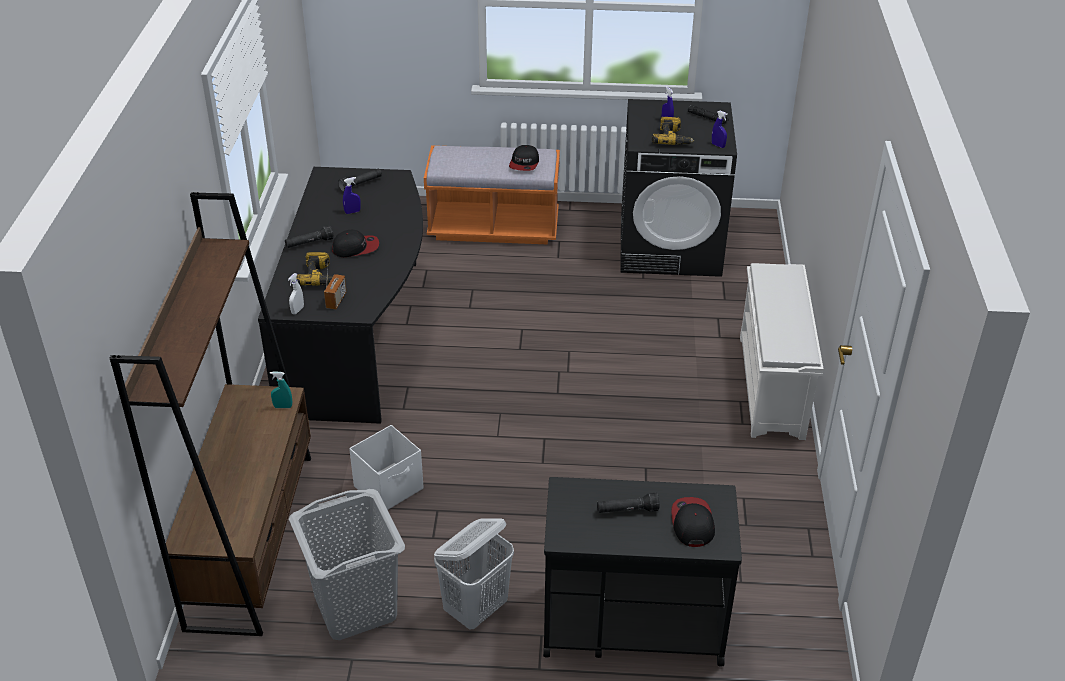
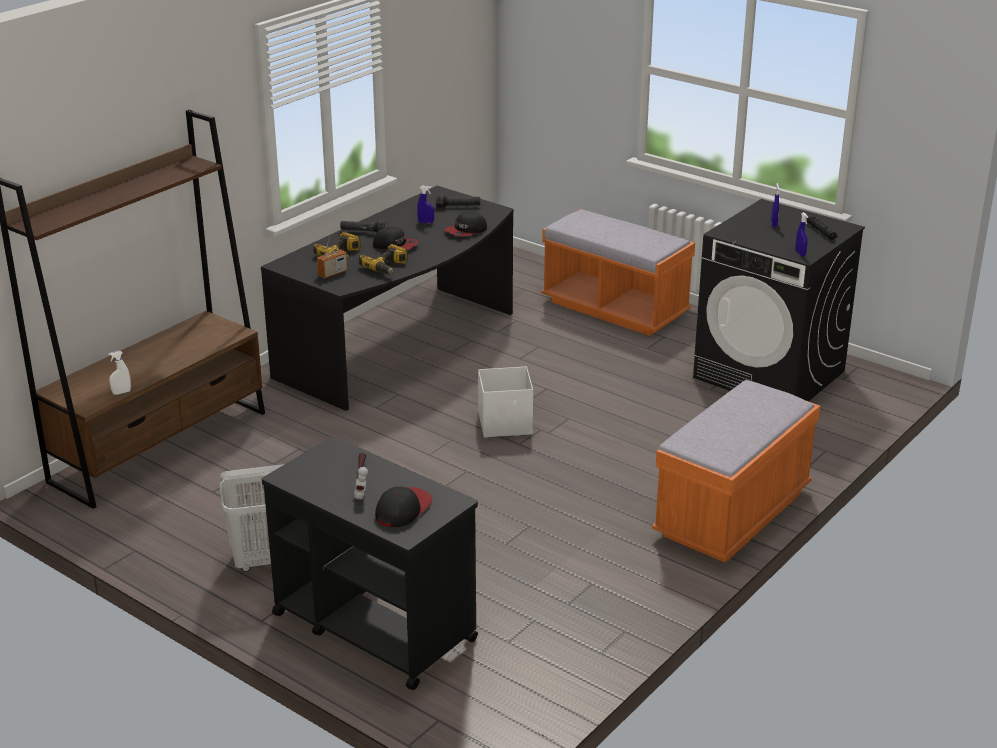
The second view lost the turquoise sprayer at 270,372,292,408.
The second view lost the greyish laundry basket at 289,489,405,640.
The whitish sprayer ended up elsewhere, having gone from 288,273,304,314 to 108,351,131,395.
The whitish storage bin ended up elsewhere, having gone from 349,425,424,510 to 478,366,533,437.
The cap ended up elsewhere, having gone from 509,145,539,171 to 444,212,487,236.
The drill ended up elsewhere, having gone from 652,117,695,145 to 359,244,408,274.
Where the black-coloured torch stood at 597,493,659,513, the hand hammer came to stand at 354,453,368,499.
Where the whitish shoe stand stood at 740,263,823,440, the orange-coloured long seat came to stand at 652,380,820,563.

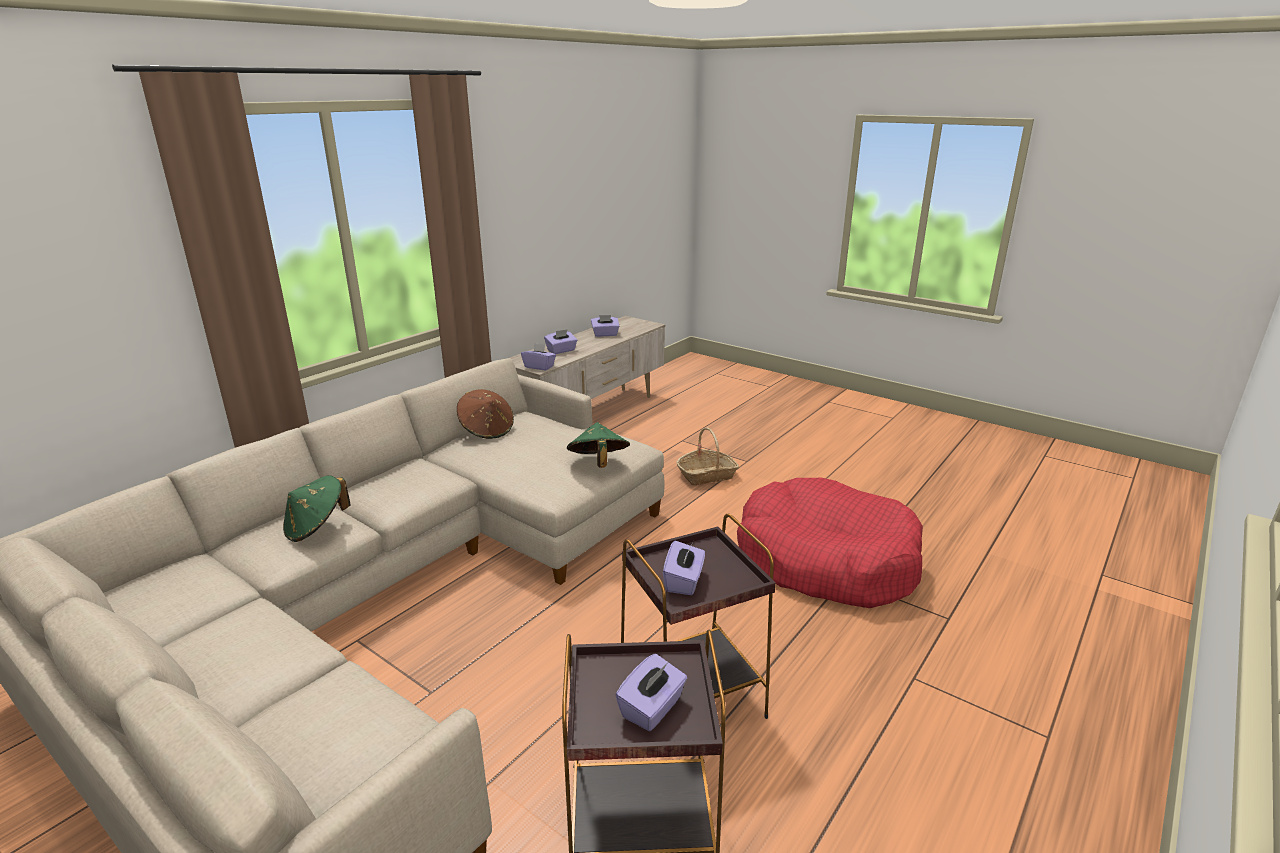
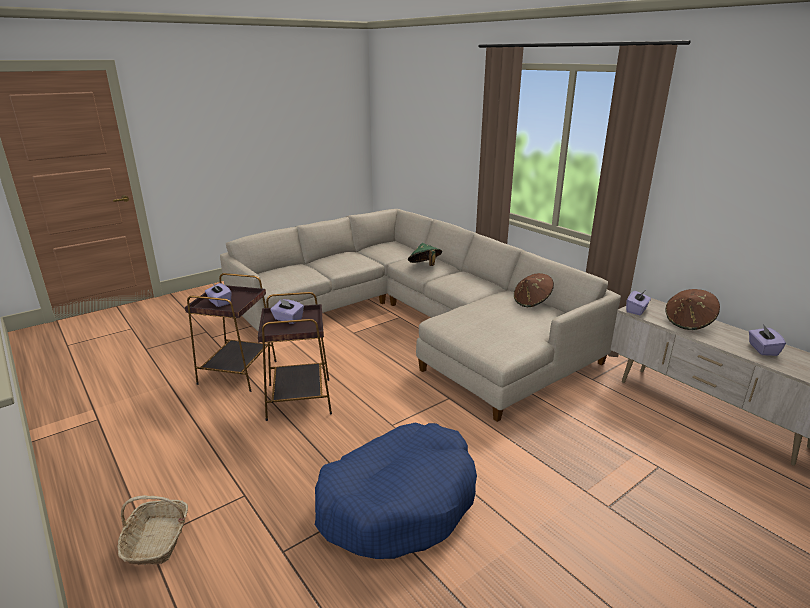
The second view lost the green wearable hat at 567,422,630,468.
The storage basket ended up elsewhere, having gone from 677,427,739,485 to 117,495,188,565.
Where the purple box of tissues stood at 544,329,577,354, the brown-coloured wearable hat came to stand at 665,289,720,330.
What was the red-coloured dog bed at 737,478,923,608 turned into the bluish dog bed at 315,423,477,559.

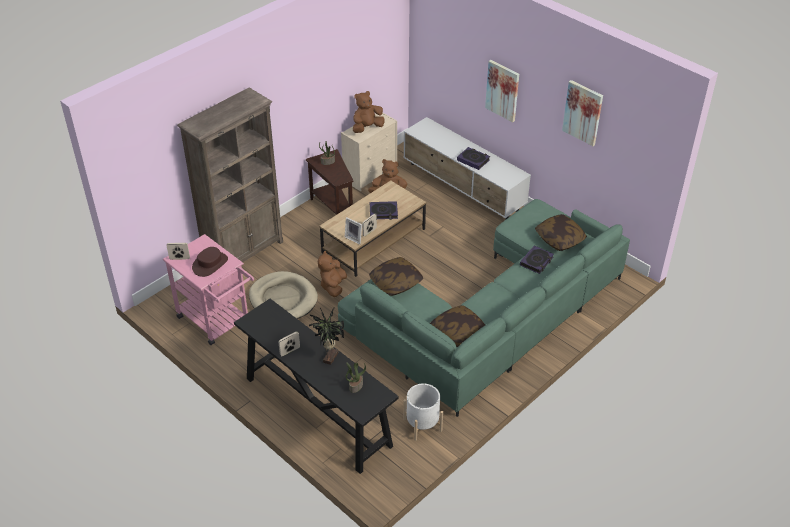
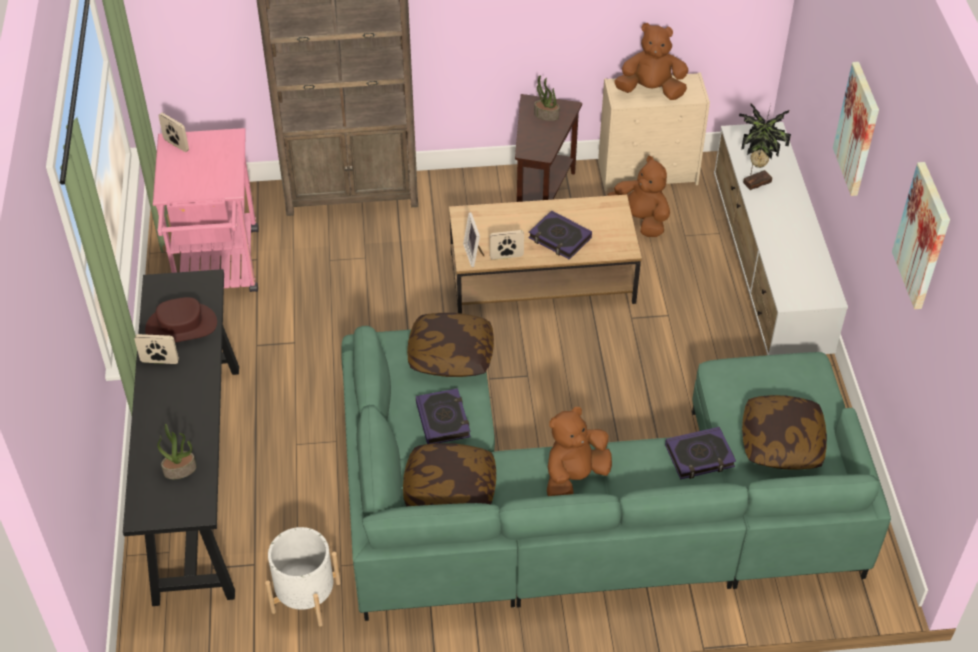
The second view lost the beige-coloured dog bed at 249,271,318,319.
The brown-coloured wearable hat ended up elsewhere, having gone from 192,247,228,277 to 145,297,217,343.
The plant in a pot ended up elsewhere, having gone from 309,307,344,365 to 739,103,791,190.
The brown-coloured cuddly toy ended up elsewhere, having gone from 318,251,347,297 to 547,407,612,496.
The bound book ended up elsewhere, having gone from 457,147,490,170 to 416,388,471,444.

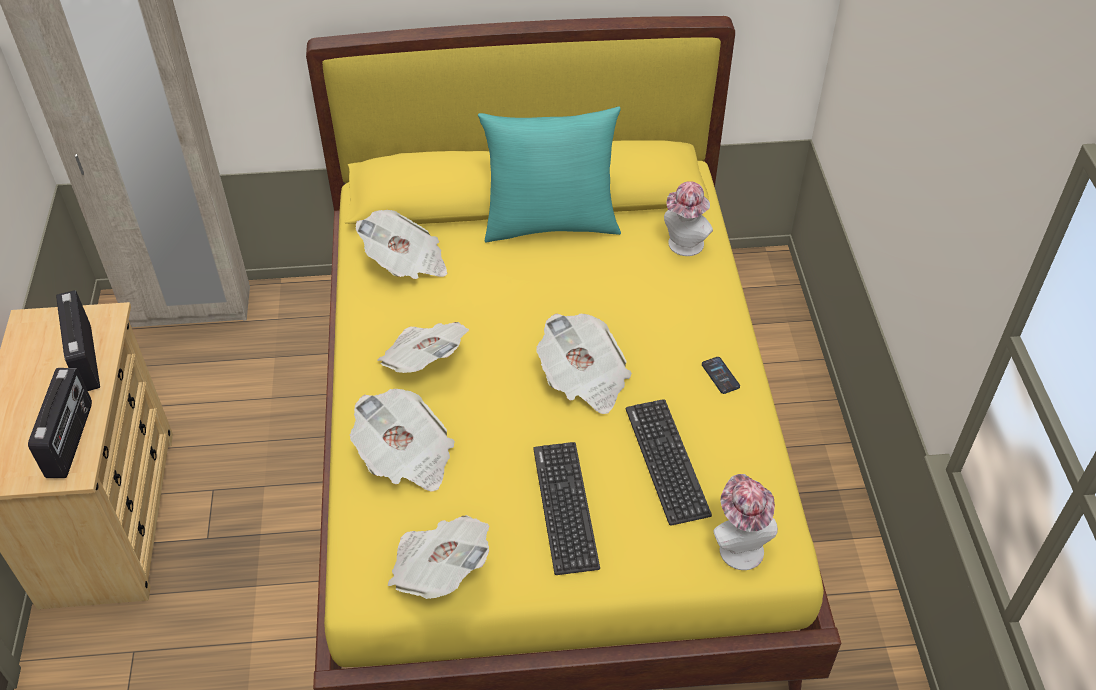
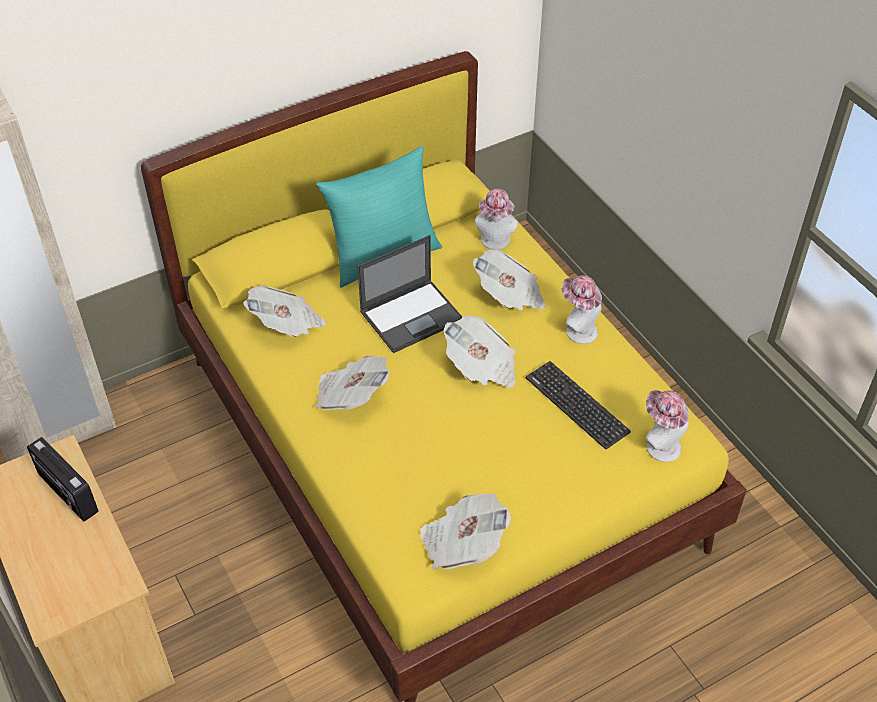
The second view lost the radio set at 28,368,92,478.
The second view lost the PC keyboard at 533,442,600,575.
The second view gained the notebook computer at 357,235,462,353.
The daily paper ended up elsewhere, having gone from 350,389,455,491 to 473,250,546,310.
Where the telephone stood at 702,357,740,394, the wearable hat came to stand at 562,275,602,344.

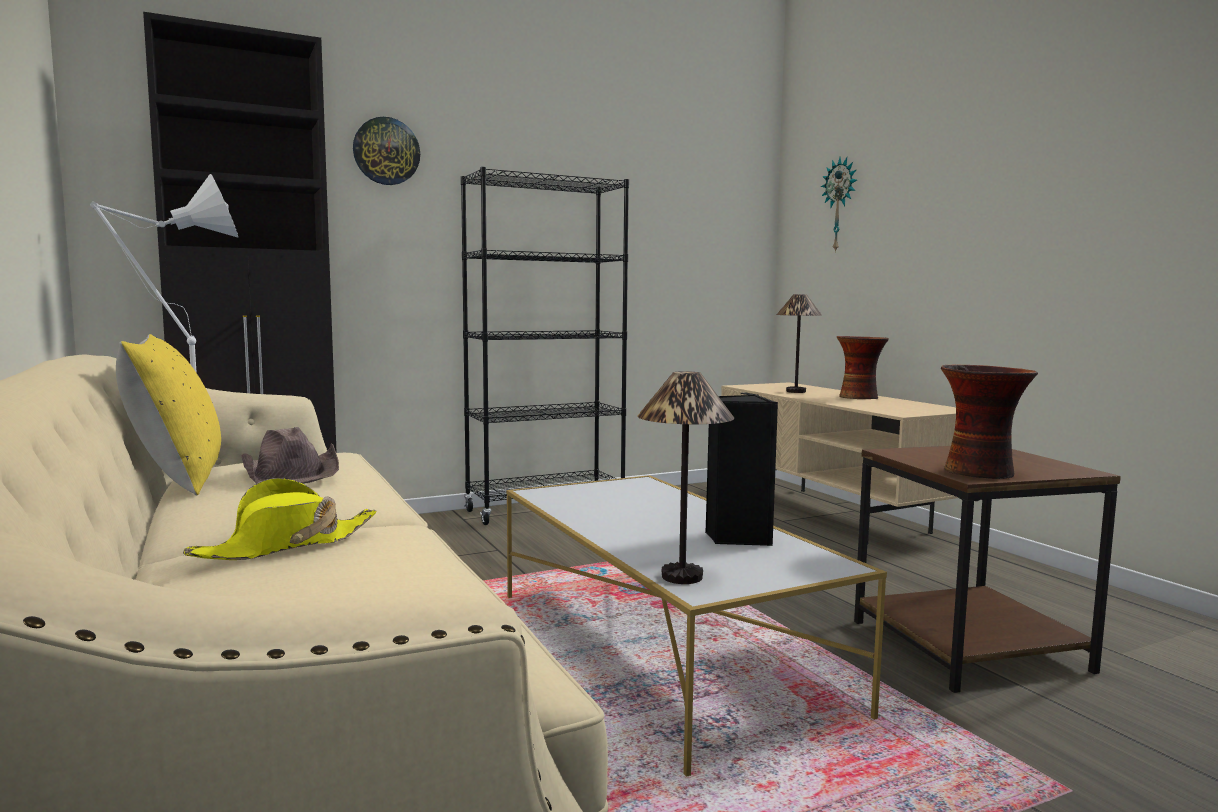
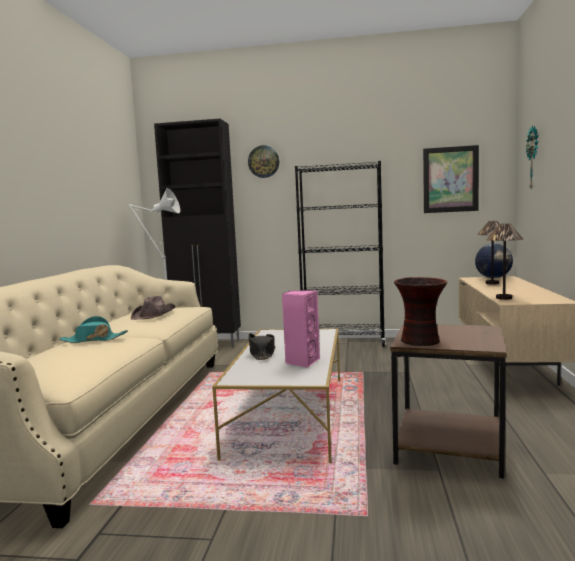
The second view lost the yellow-coloured throw pillow at 116,334,221,495.
The second view lost the vase at 837,336,889,399.
The second view gained the black-coloured wearable hat at 248,333,275,360.
The second view gained the wall picture at 423,145,479,213.
The second view gained the globe at 475,243,513,278.
The lamp for a table ended up elsewhere, having gone from 637,371,734,584 to 486,223,523,300.
What was the yellow-coloured wearable hat at 183,478,376,560 turned into the turquoise wearable hat at 59,316,128,343.
What was the black-coloured loudspeaker at 706,395,778,546 turned into the pink loudspeaker at 282,290,320,368.

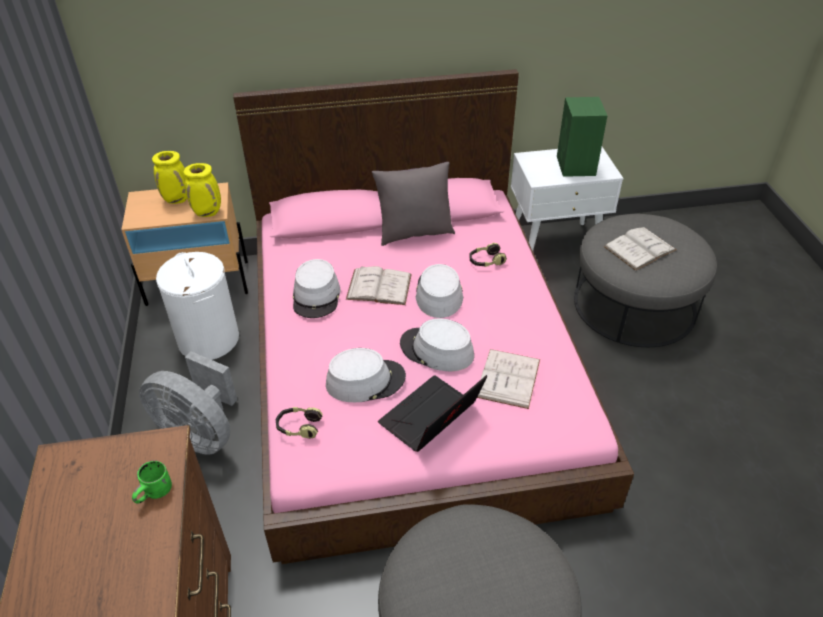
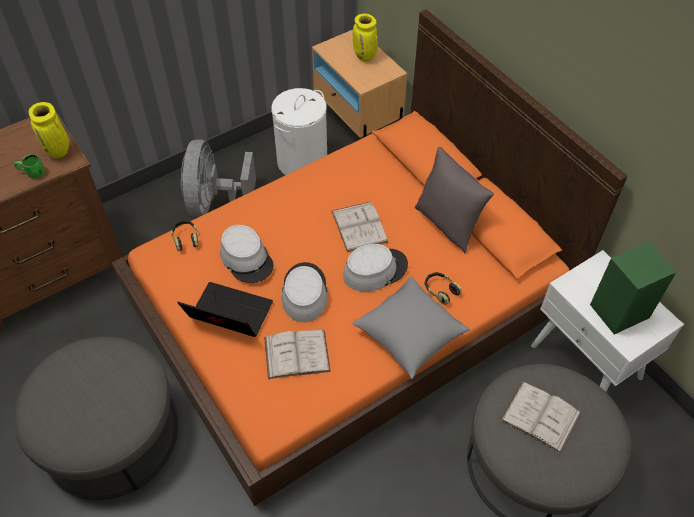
The second view lost the greyish wearable hat at 293,259,341,318.
The second view gained the greyish throw pillow at 352,276,470,379.
The yellow-coloured vase ended up elsewhere, having gone from 184,163,221,217 to 29,102,69,158.
What was the pink bedroom bed at 233,69,634,564 turned into the orange-coloured bedroom bed at 111,9,628,506.

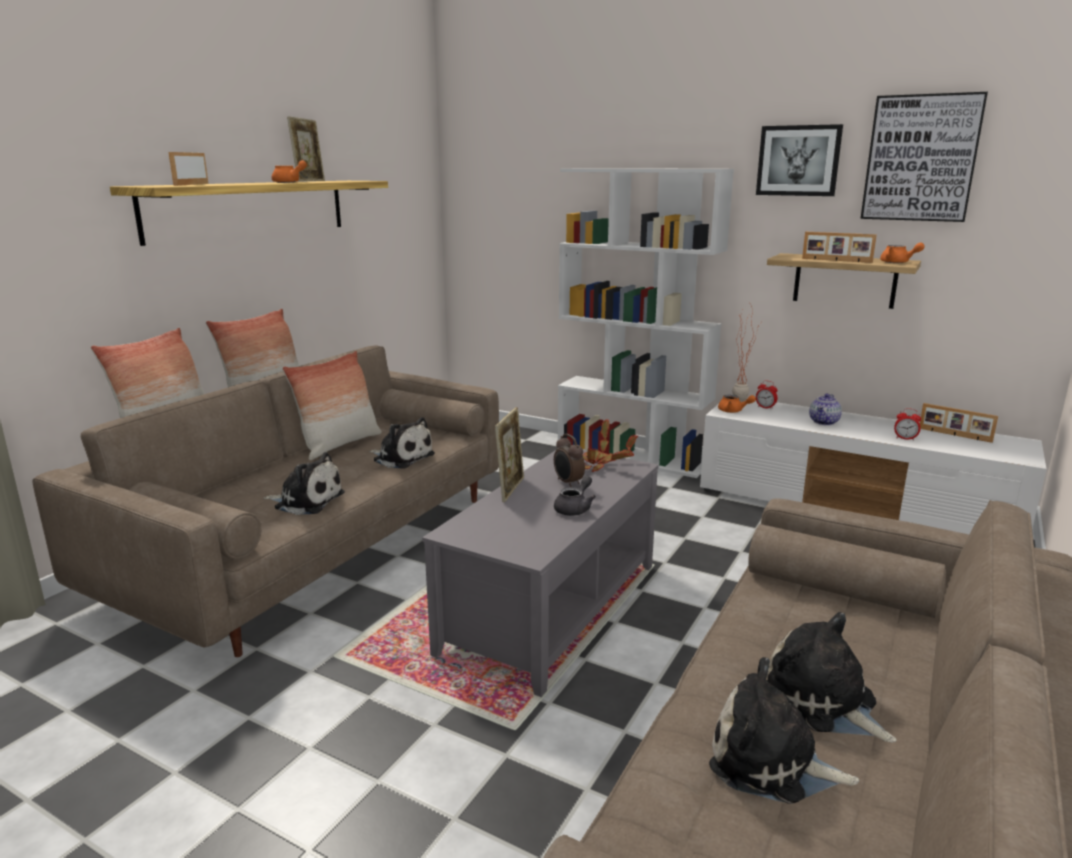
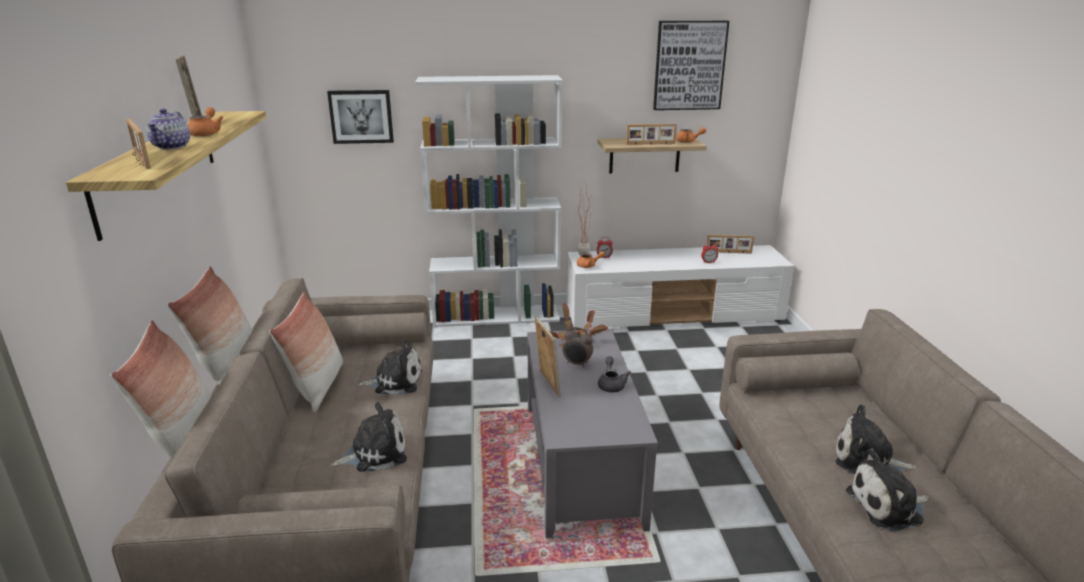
The wall picture ended up elsewhere, having gone from 756,124,843,196 to 327,90,394,144.
The tea pot ended up elsewhere, having gone from 809,394,842,425 to 146,109,190,149.

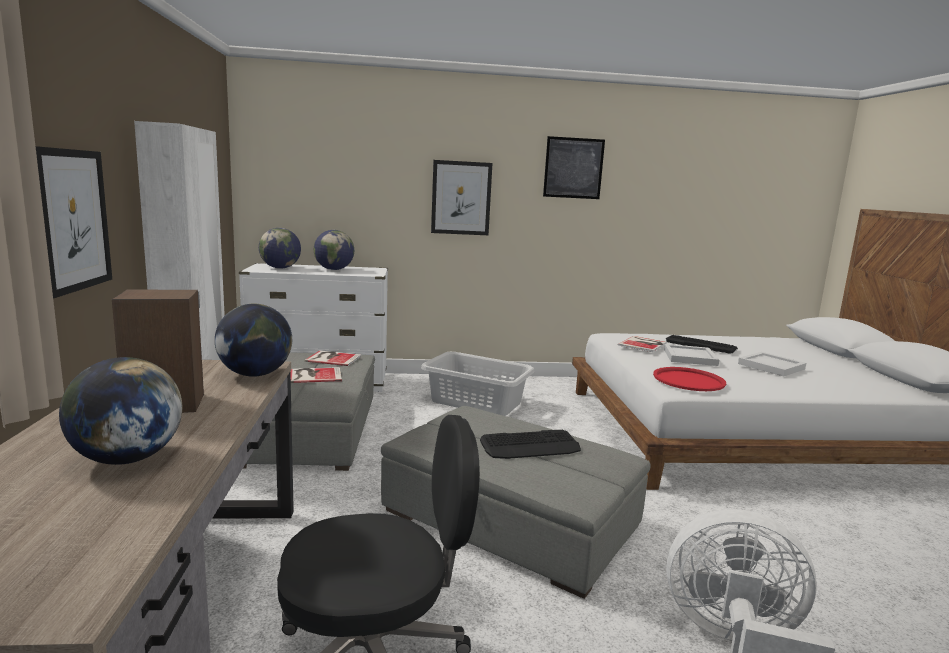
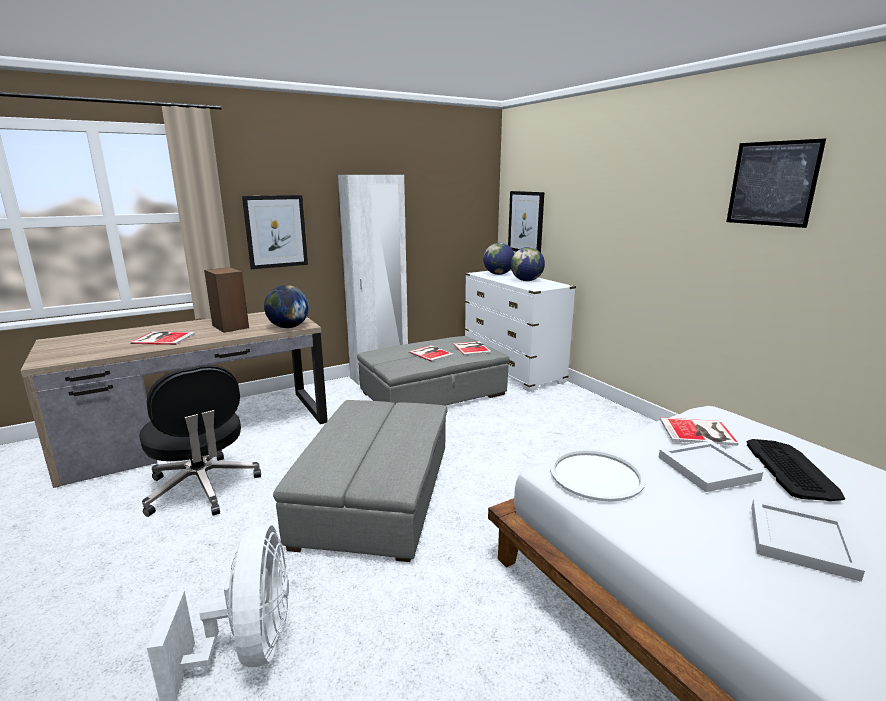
The second view lost the greyish laundry basket at 421,352,535,416.
The second view lost the PC keyboard at 480,430,581,459.
The wall picture ended up elsewhere, having gone from 431,160,492,235 to 508,191,544,252.
Where the globe stood at 59,357,182,465, the bound book came to stand at 130,331,196,345.
What was the red-coloured tray at 653,367,726,391 turned into the whitish tray at 550,449,646,501.

